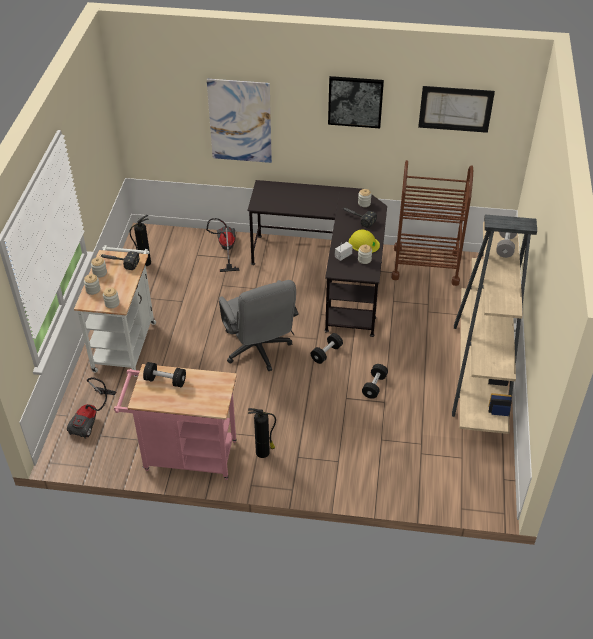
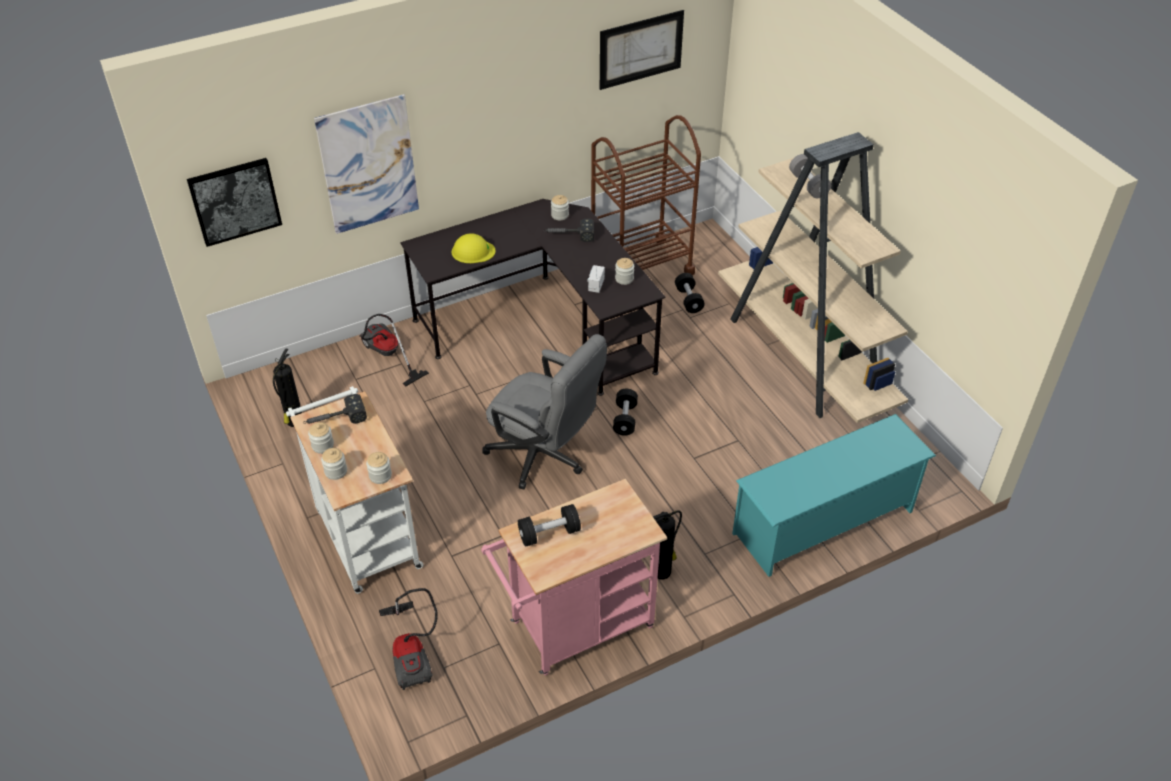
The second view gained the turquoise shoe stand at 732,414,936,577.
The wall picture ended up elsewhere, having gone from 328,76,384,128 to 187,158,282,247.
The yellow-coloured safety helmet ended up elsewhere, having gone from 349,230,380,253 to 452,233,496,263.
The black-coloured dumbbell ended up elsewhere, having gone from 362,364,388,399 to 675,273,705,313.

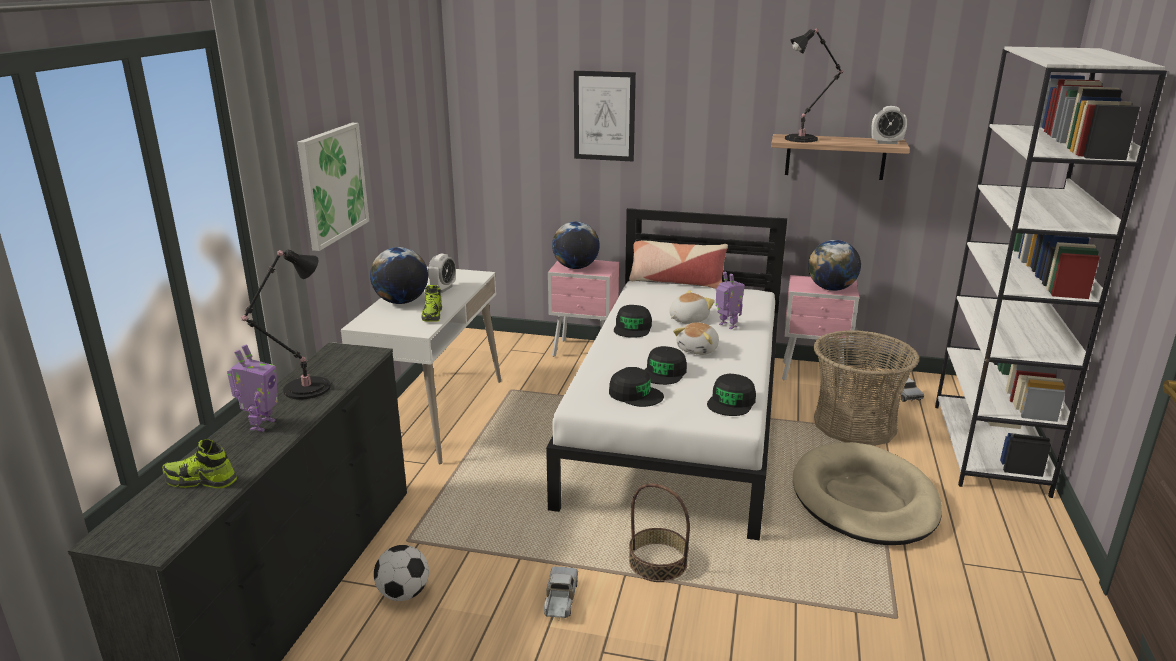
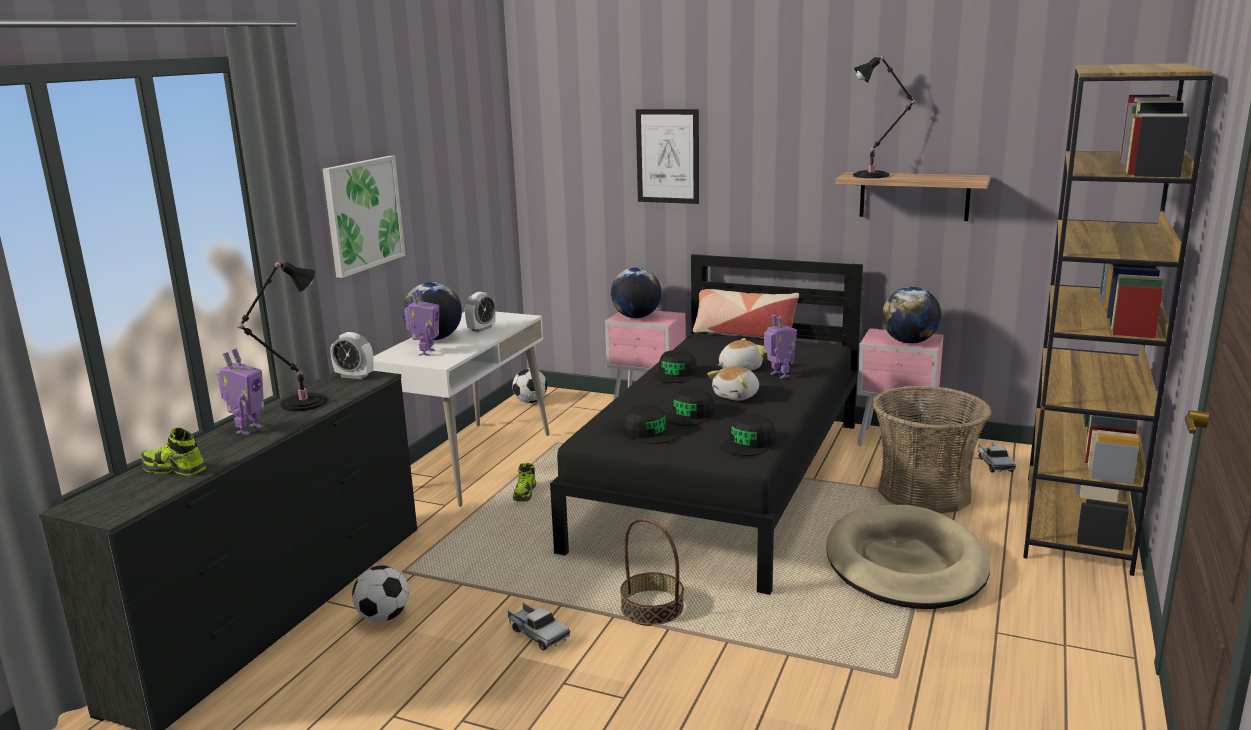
The second view gained the toy robot at 404,289,439,356.
The second view gained the ball for football at 512,368,547,403.
The shoe ended up elsewhere, having gone from 421,285,442,322 to 513,463,536,502.
The table clock ended up elsewhere, having gone from 871,106,907,144 to 330,332,374,379.
What was the whitish bedroom bed at 546,208,787,540 turned into the black-coloured bedroom bed at 550,254,863,595.
What was the whitish bookshelf at 935,47,1167,498 turned into the brown-coloured bookshelf at 1023,63,1214,576.
The toy lorry at 544,567,578,620 ended up facing another way, 120 degrees clockwise from before.

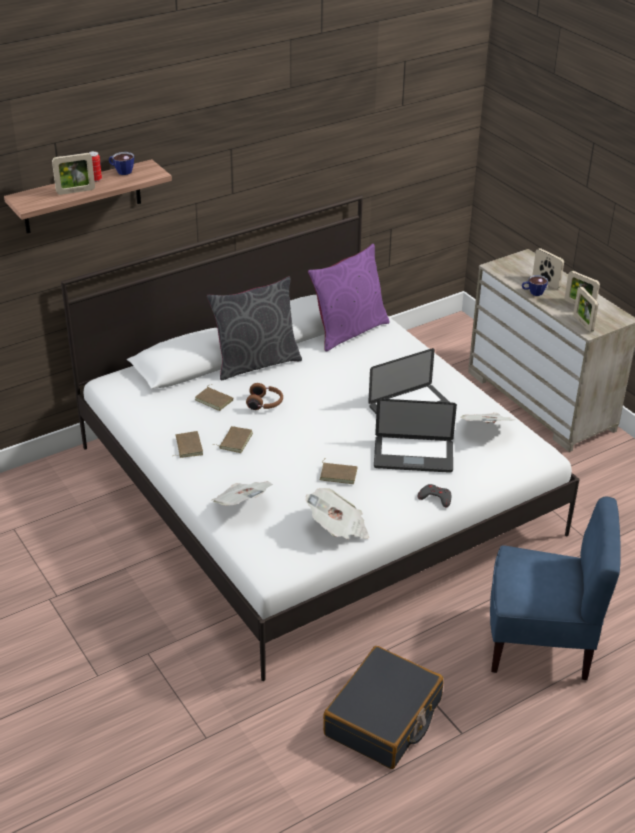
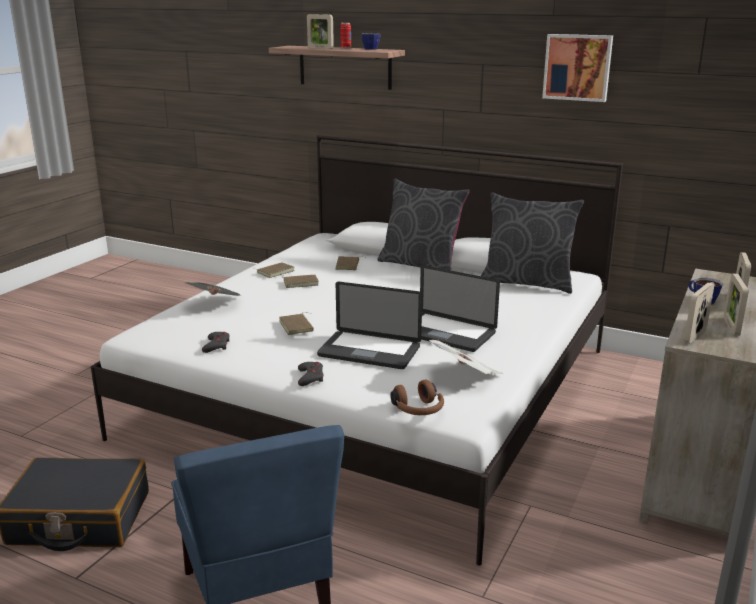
The second view gained the wall picture at 542,34,613,102.
The brown-coloured headphones ended up elsewhere, having gone from 246,383,283,410 to 390,380,444,415.
Where the daily paper stood at 306,488,369,539, the greyish gamepad came to stand at 202,332,230,353.
What was the purple throw pillow at 308,244,390,351 turned into the greyish throw pillow at 481,192,584,294.
The notebook computer at 374,399,457,473 ended up facing another way, 45 degrees counterclockwise from before.

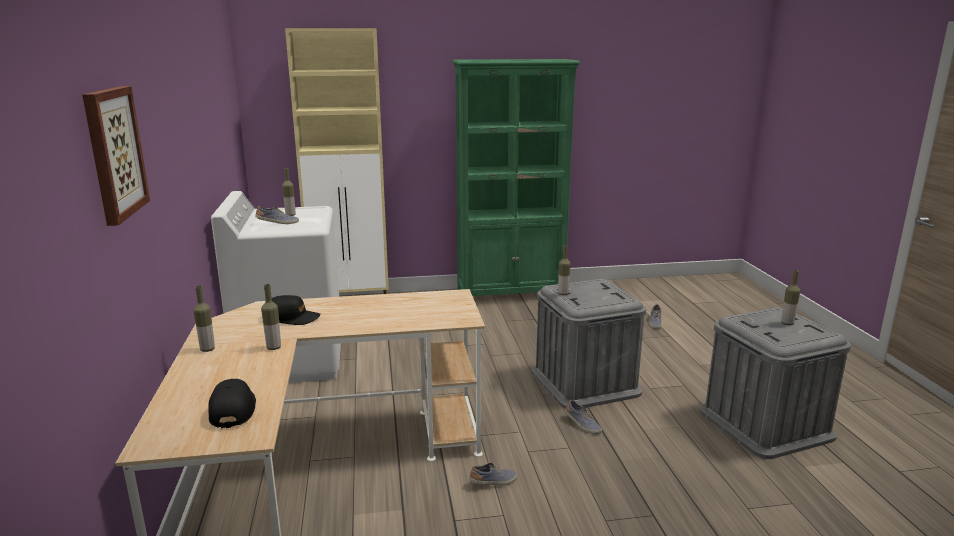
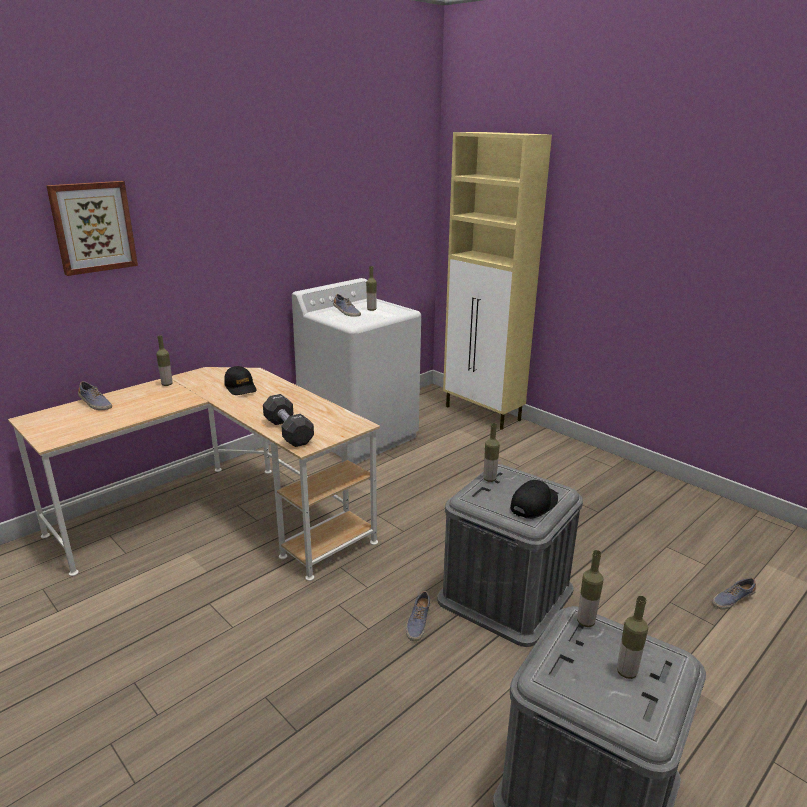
The second view lost the green bookshelf at 452,59,580,296.
The second view gained the black-coloured dumbbell at 263,394,314,447.
The black-coloured cap ended up elsewhere, having gone from 208,379,256,428 to 510,480,558,518.
The beverage bottle ended up elsewhere, having gone from 261,284,281,350 to 577,550,604,627.
The shoe ended up elsewhere, having gone from 469,463,517,486 to 78,381,112,410.

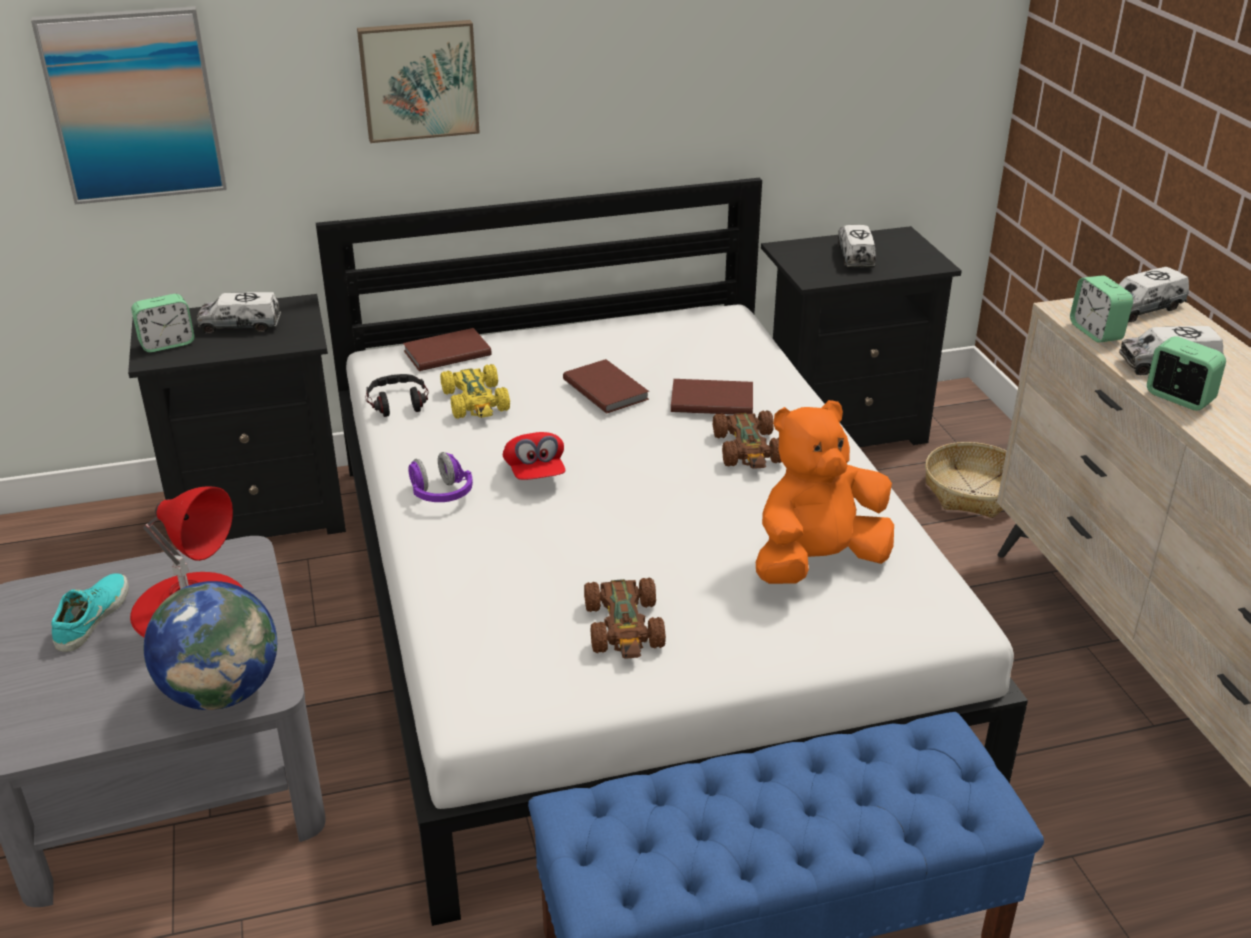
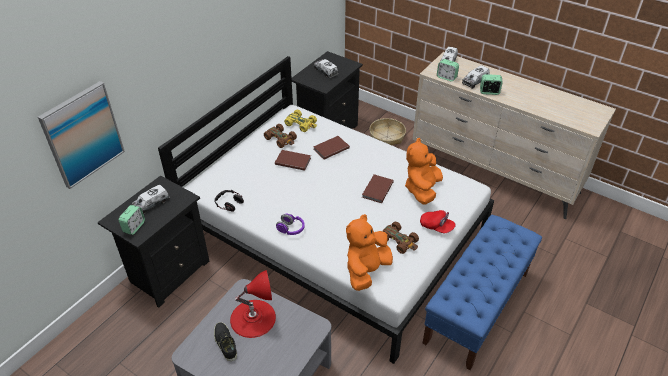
The second view lost the globe at 144,581,277,710.
The second view lost the wall picture at 357,20,480,143.
The second view gained the orange-coloured cuddly toy at 346,214,393,291.
The brown-coloured bound book ended up elsewhere, having gone from 403,328,492,371 to 362,174,394,203.
The yellow-coloured model car ended up elsewhere, having gone from 440,364,510,419 to 284,110,317,132.
The red-coloured cap ended up elsewhere, having gone from 503,432,565,480 to 420,210,456,233.
The brown-coloured model car ended up elsewhere, having gone from 713,410,782,469 to 264,124,297,148.
What was the turquoise shoe at 51,573,129,652 turned into the black-coloured shoe at 214,322,237,361.

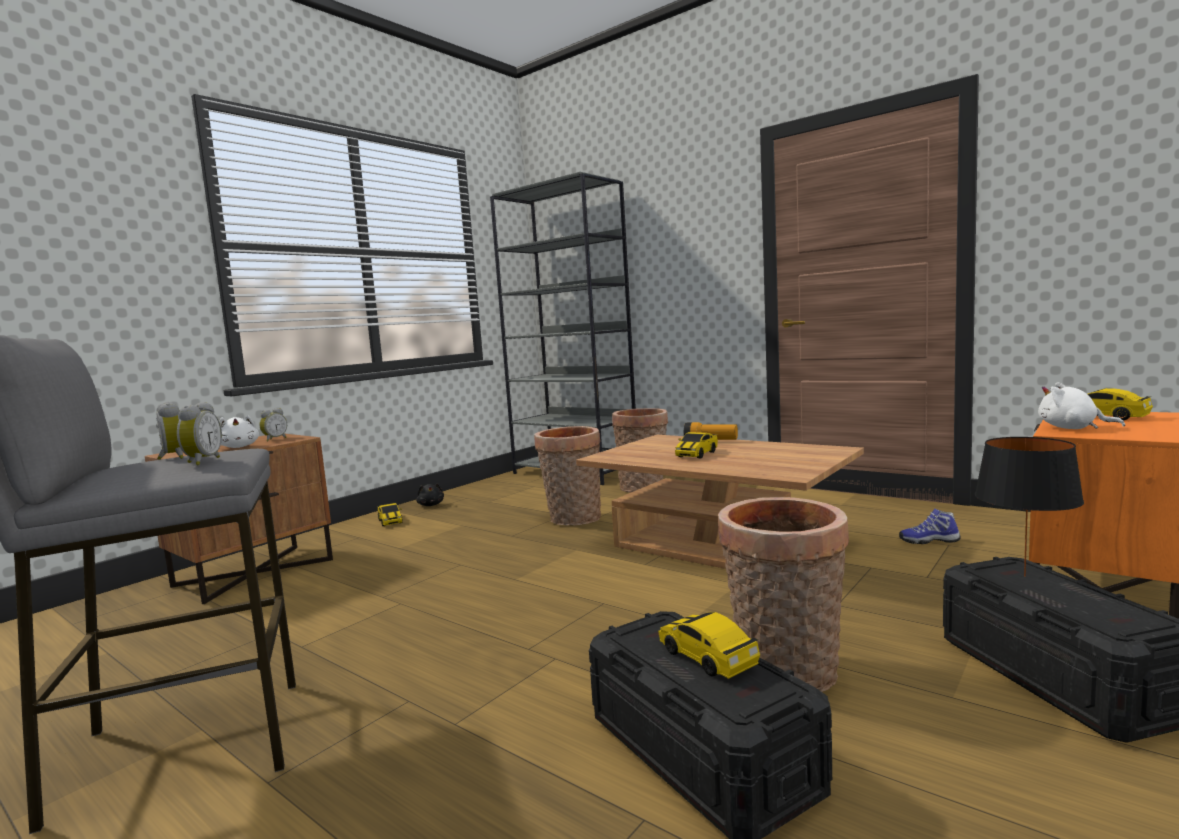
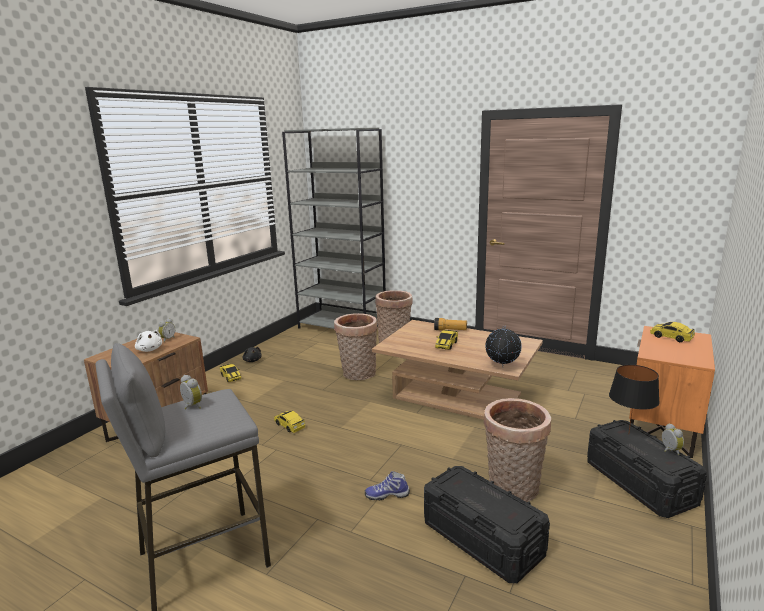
The second view lost the whitish cuddly toy at 1038,382,1125,429.
The second view gained the globe at 485,325,522,367.
The table clock ended up elsewhere, having gone from 177,402,222,465 to 662,423,684,455.
The model car ended up elsewhere, having gone from 658,612,760,679 to 274,410,305,433.
The shoe ended up elsewhere, having gone from 899,509,960,544 to 365,471,410,501.

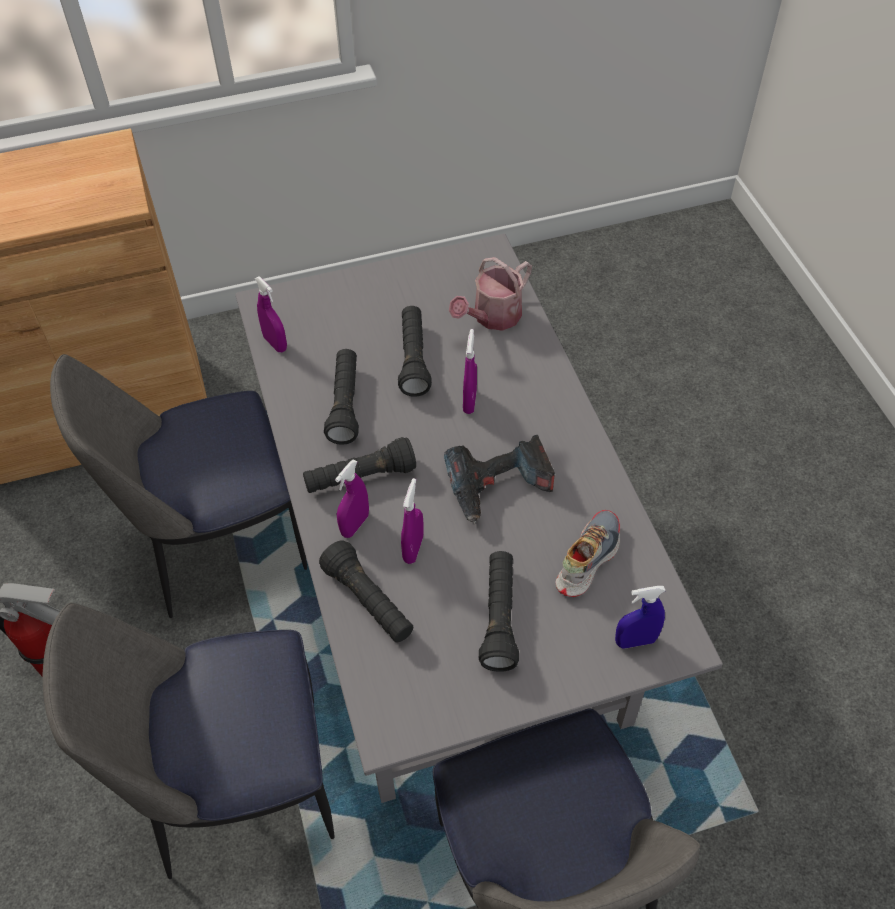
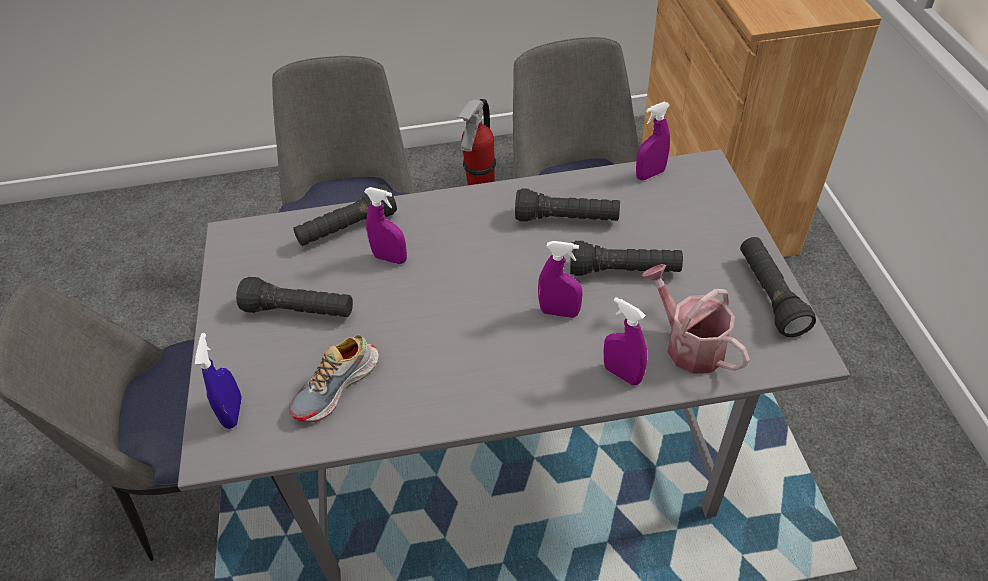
The second view lost the drill at 444,435,555,524.
The black-coloured torch ended up elsewhere, having gone from 303,437,416,493 to 740,237,816,337.
The purple sprayer ended up elsewhere, having gone from 335,460,369,538 to 604,297,647,385.
The shoe at 556,510,620,597 ended up facing another way, 90 degrees clockwise from before.

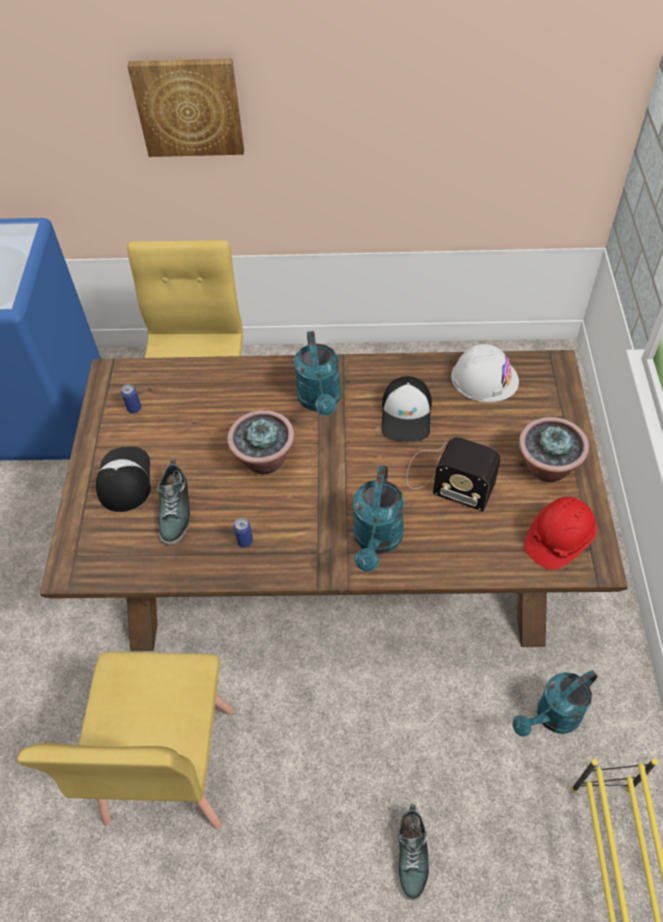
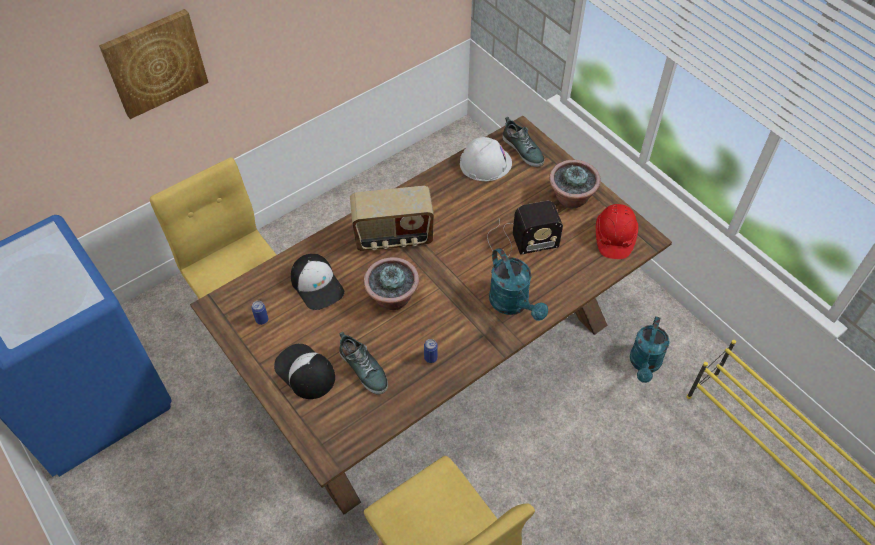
The cap ended up elsewhere, having gone from 381,376,432,441 to 291,254,344,310.
The shoe ended up elsewhere, having gone from 399,804,429,900 to 502,117,544,167.
Where the turquoise sprinkling can stood at 294,331,341,416, the radio set came to stand at 350,186,434,251.

